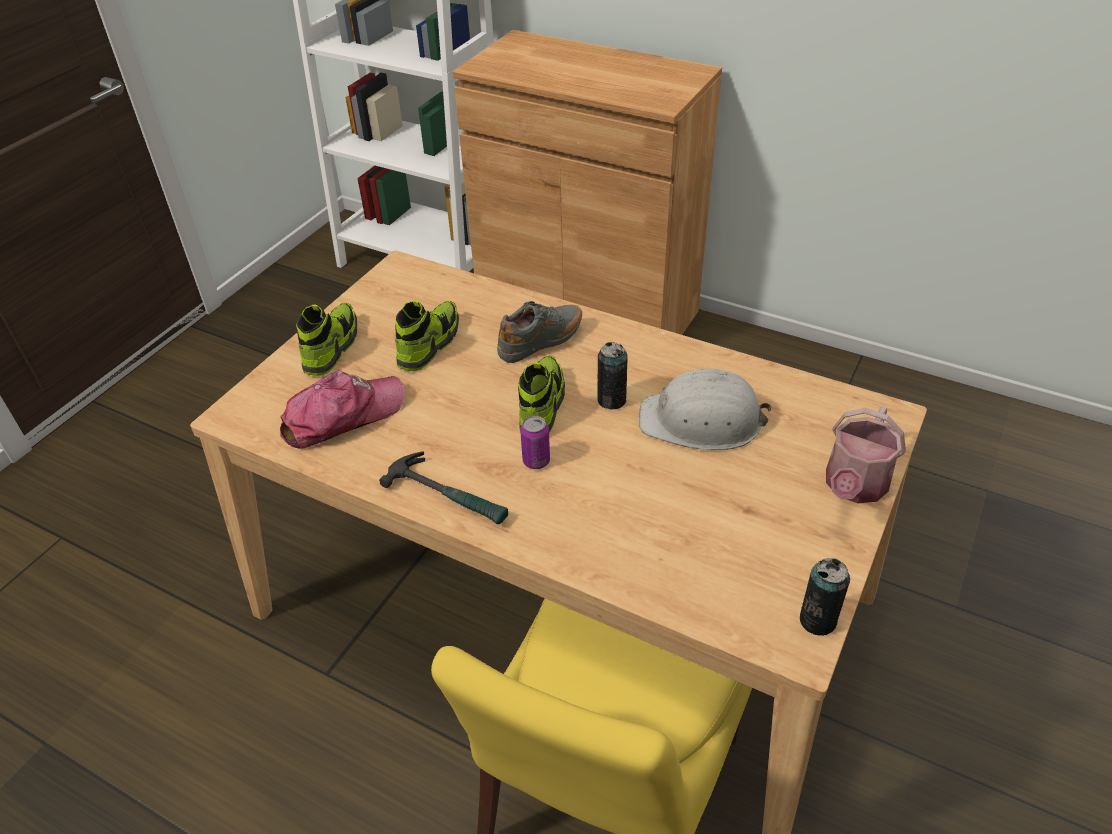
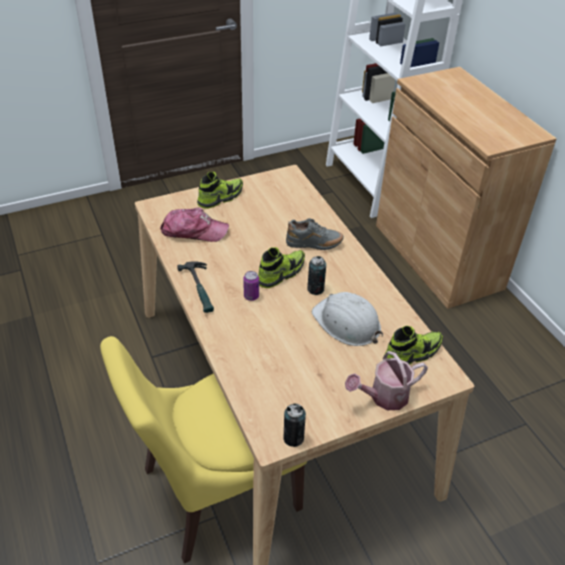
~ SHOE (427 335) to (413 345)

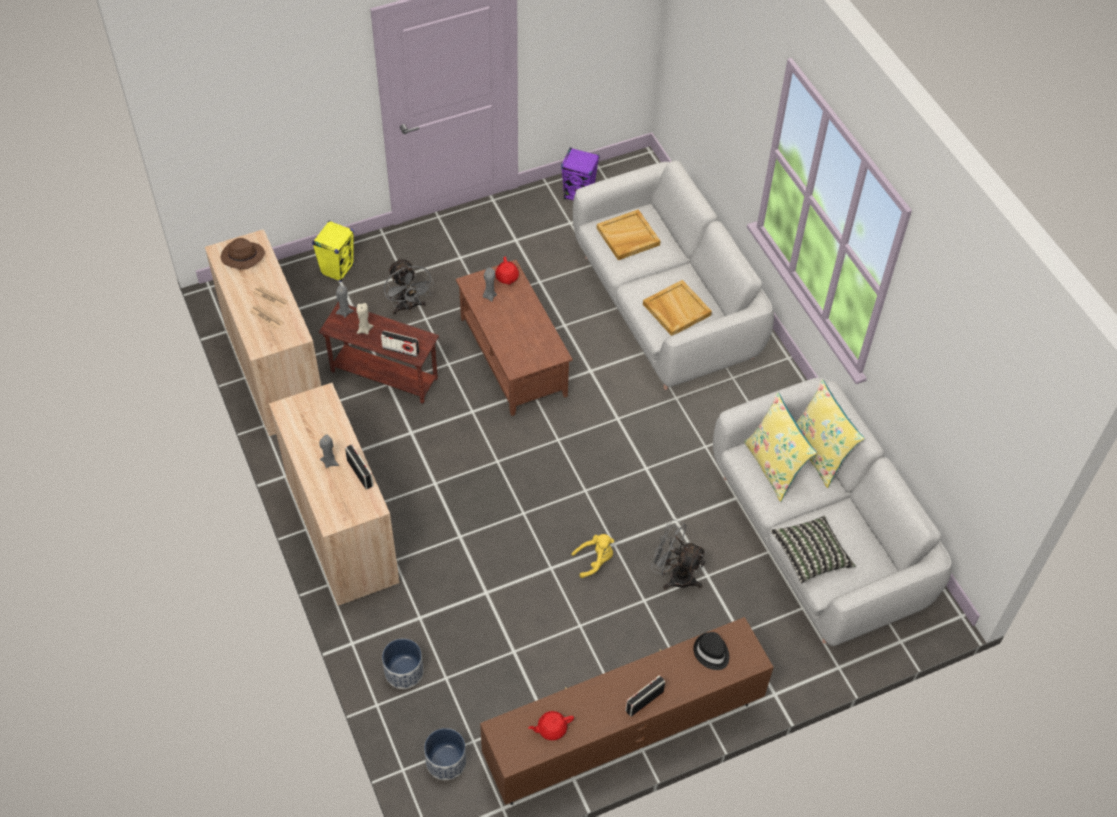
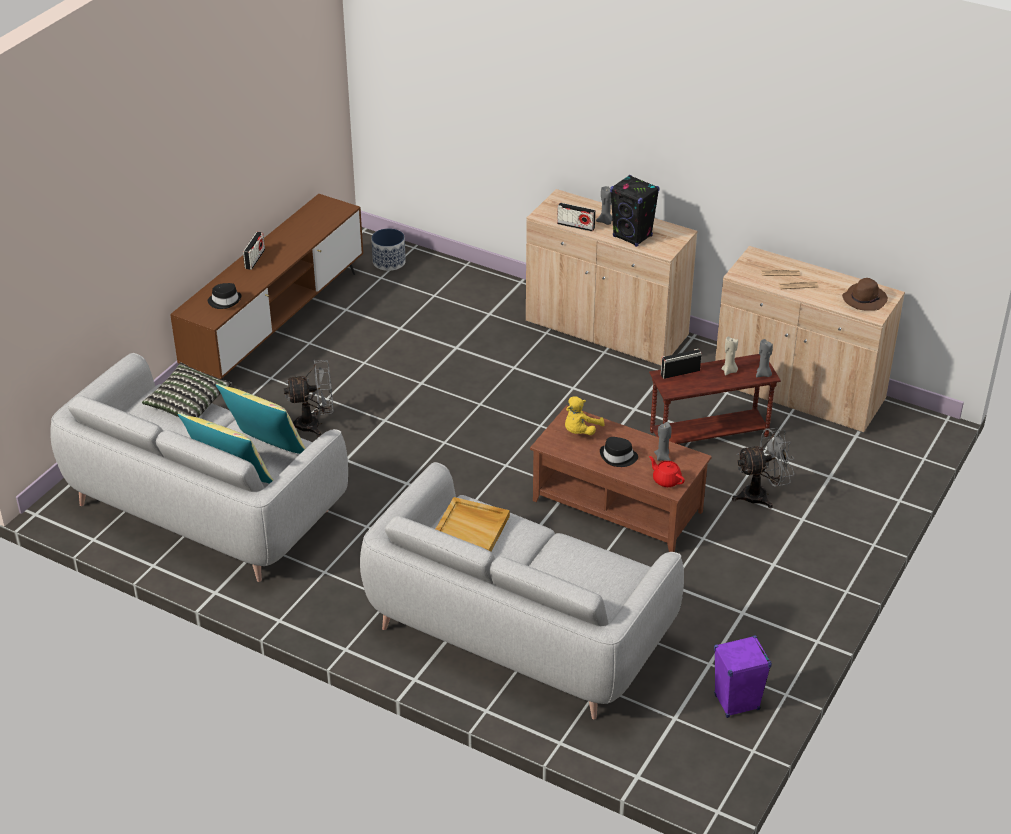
~ YELLOW PLUSH TOY (592 556) to (585 415)
+ BLACK HAT (619 452)
+ BLACK SPEAKER (634 211)
~ GREY FAN (409 286) = (763 468) 135 degrees clockwise
- YELLOW SPEAKER (333 251)
- PLANTER (403 663)
- RED TEAPOT (551 726)
- BEIGE TRAY (629 234)

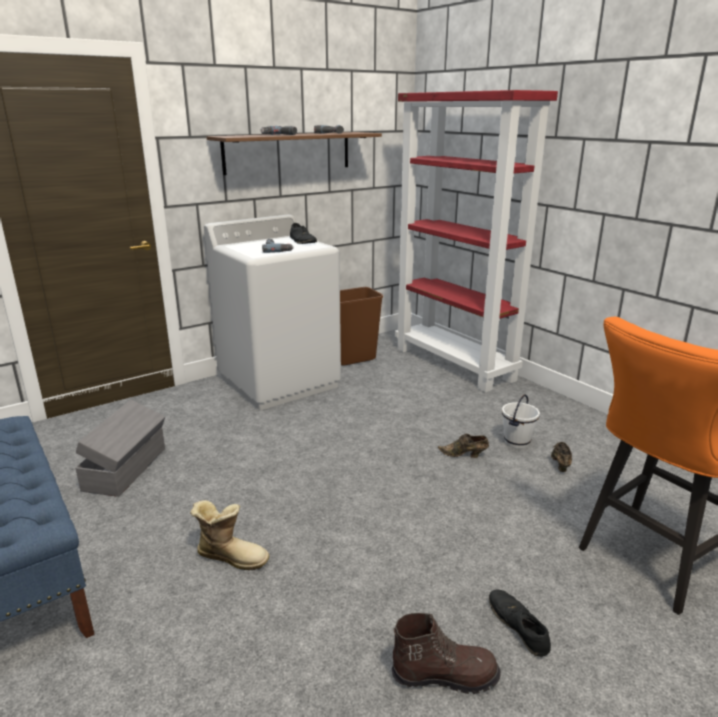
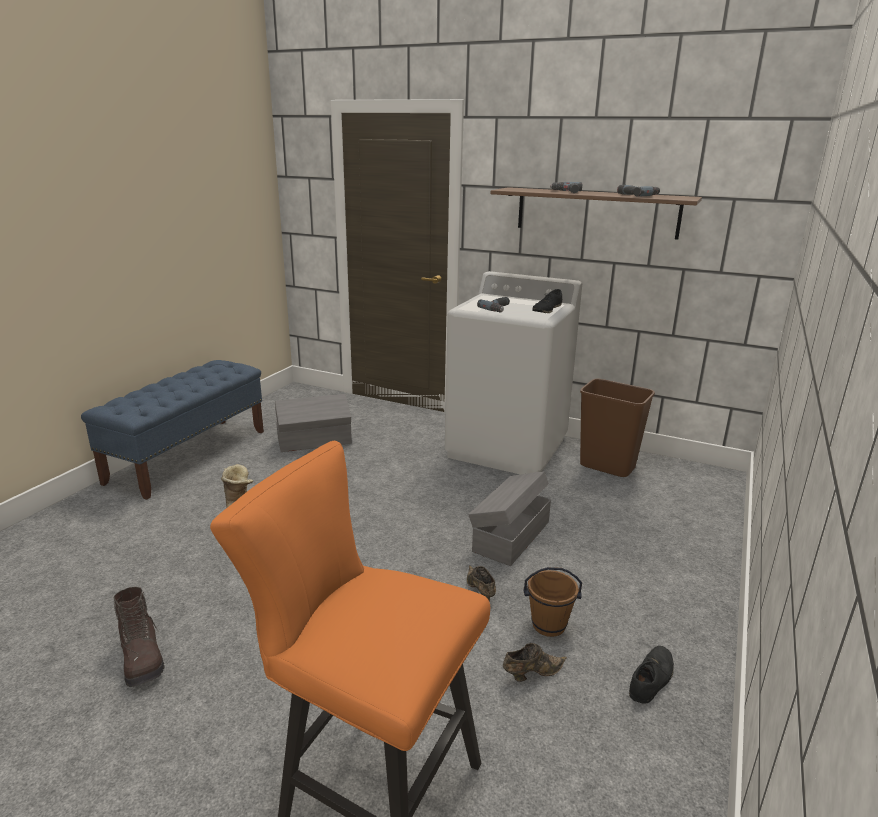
+ GREY STORAGE BOX (509 518)
~ WHITE BUCKET (521 421) to BROWN BUCKET (553 602)
~ BLACK SHOE (520 623) to (651 675)
- RED BOOKCASE (476 241)

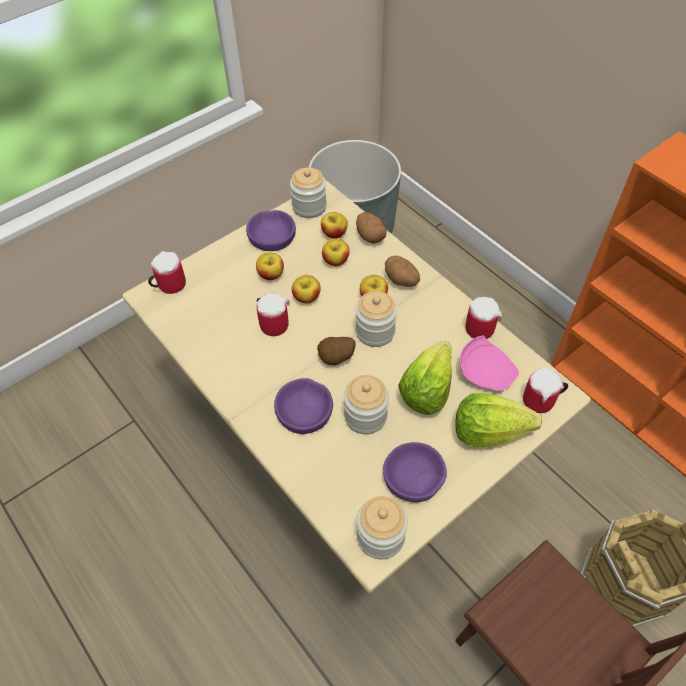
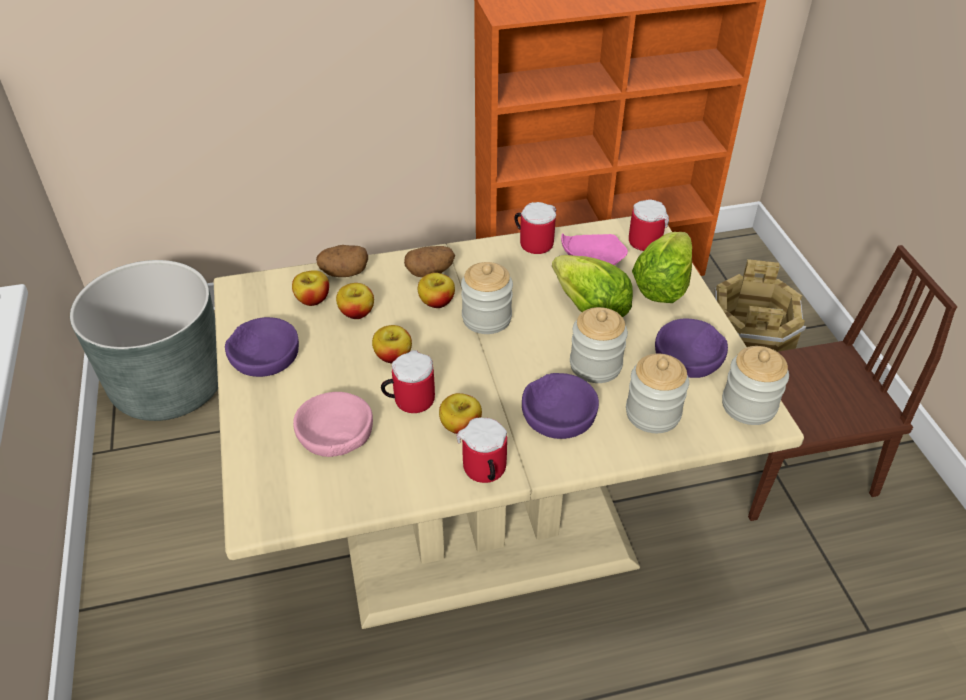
+ PINK BOWL (333 424)
~ APPLE (270 266) to (460 413)
~ MUG (167 272) to (482 450)
~ JAR (308 192) to (657 393)
- POTATO (336 351)

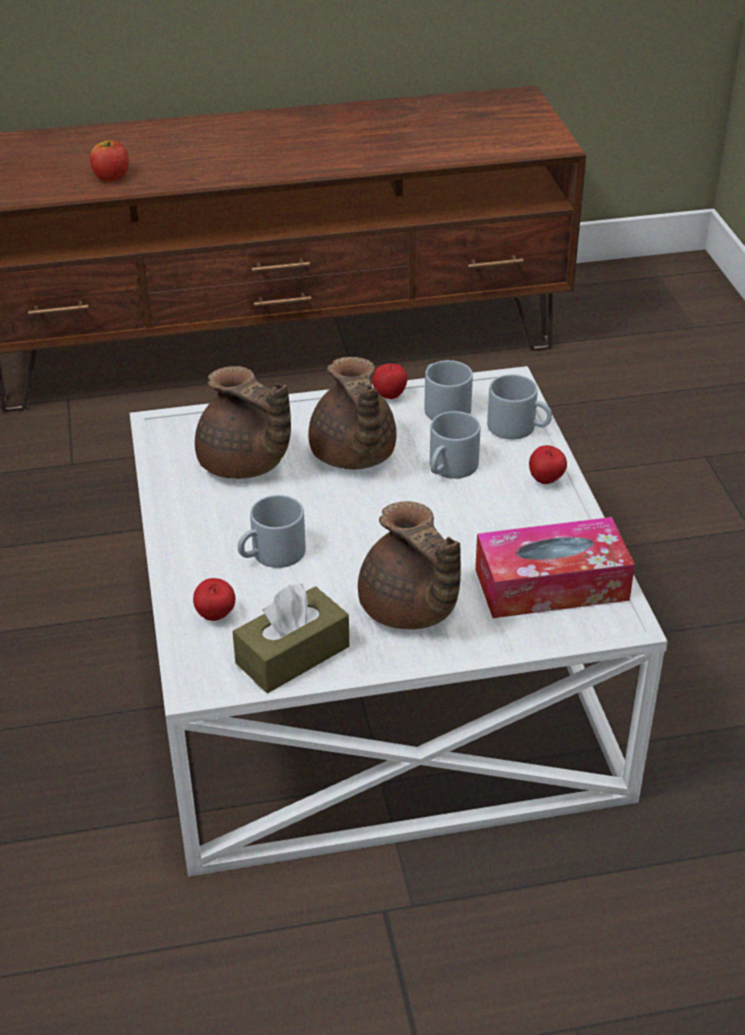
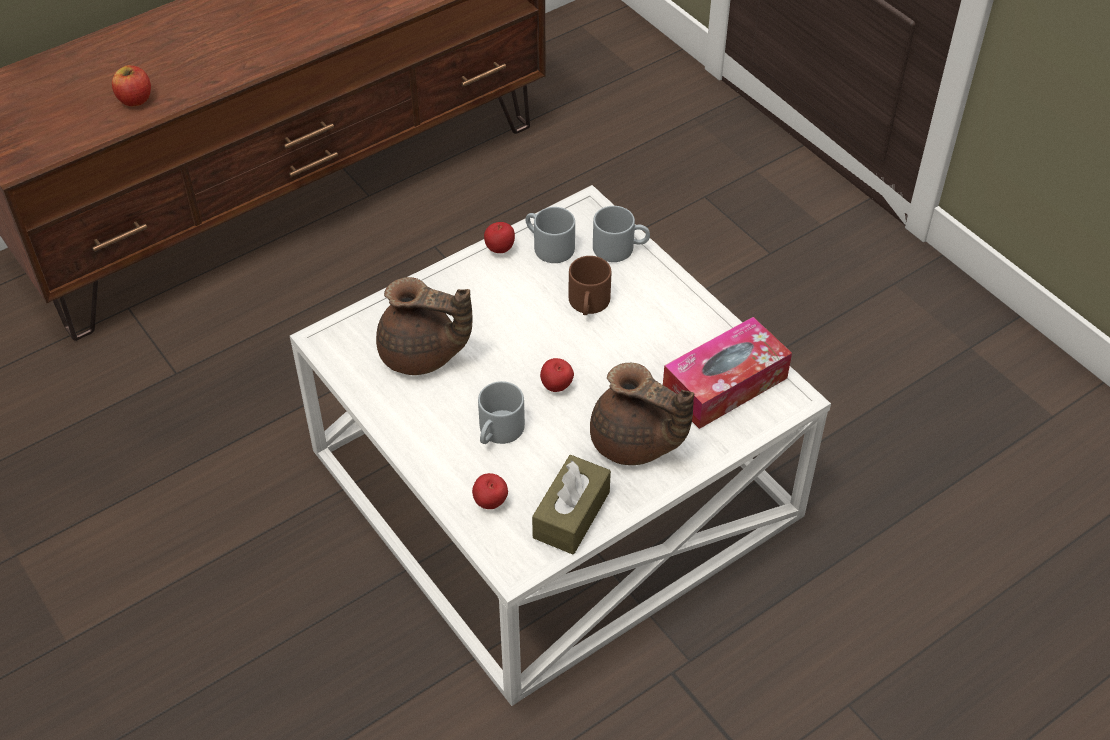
~ APPLE (548 464) to (557 375)
~ GREY MUG (455 445) to BROWN MUG (590 285)
- BROWN TEAPOT (352 413)

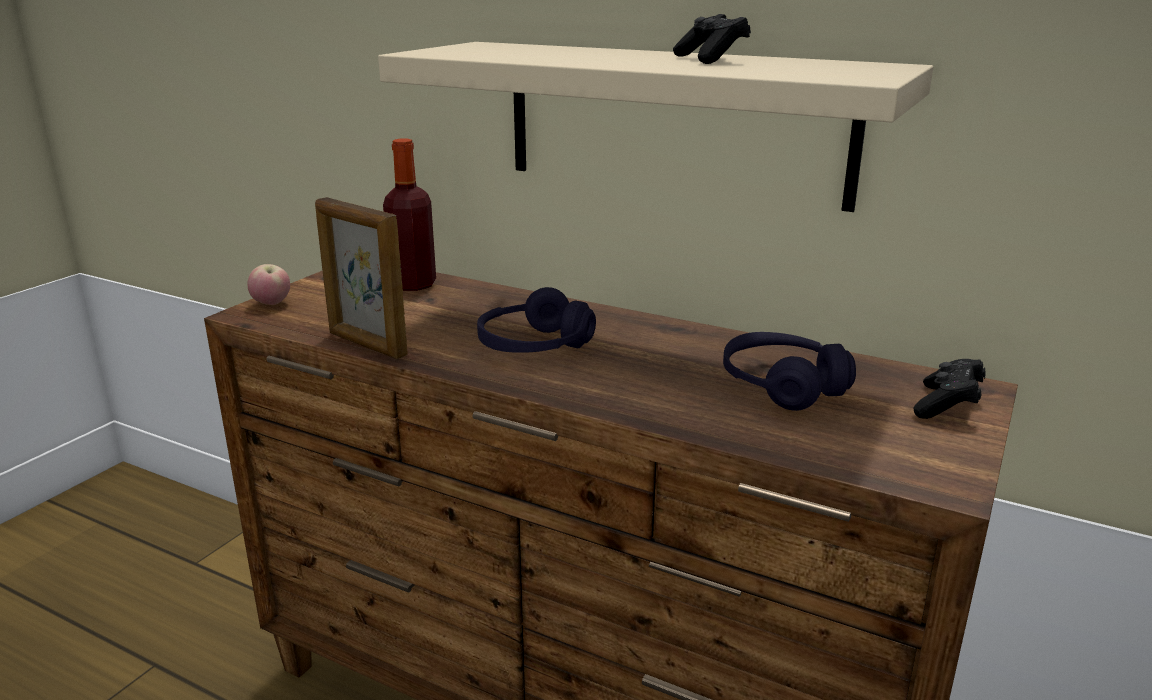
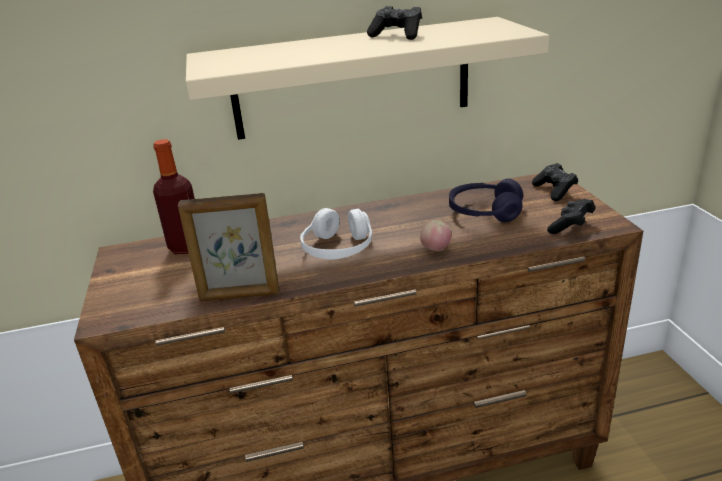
~ PURPLE HEADPHONES (536 320) to WHITE HEADPHONES (336 234)
~ APPLE (268 284) to (435 235)
+ BLACK GAME CONTROLLER (571 216)

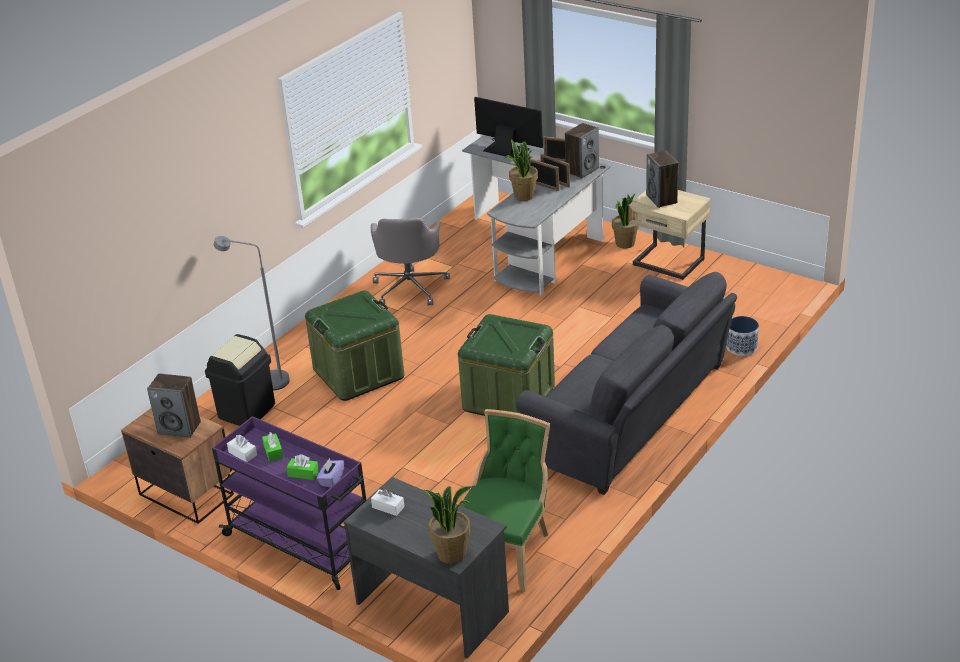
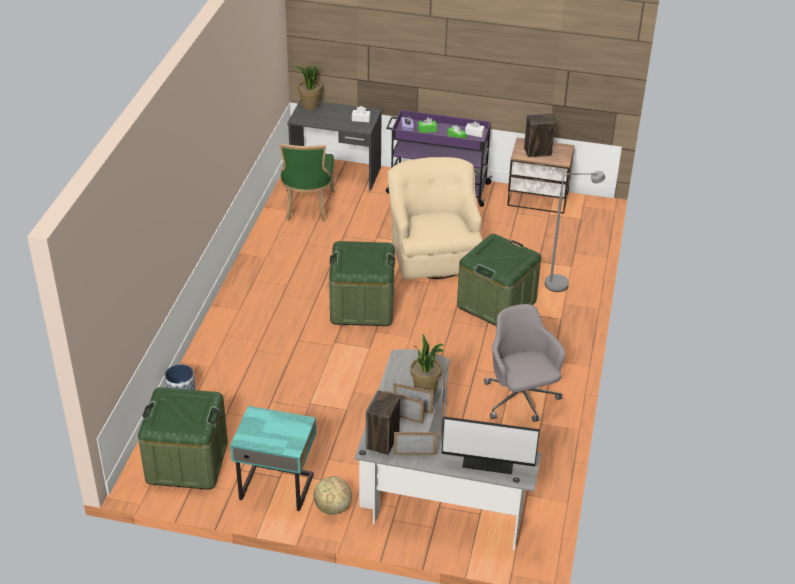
+ GREEN STORAGE BOX (183 438)
~ BEIGE NIGHTSTAND (669 235) to TURQUOISE NIGHTSTAND (273 458)
~ POTTED PLANT (625 220) to GLOBE (333 495)
+ BEIGE ARMCHAIR (435 218)
- BLACK TRASH CAN (240 380)
- GREY SOFA (626 383)
- SPEAKER (662 179)

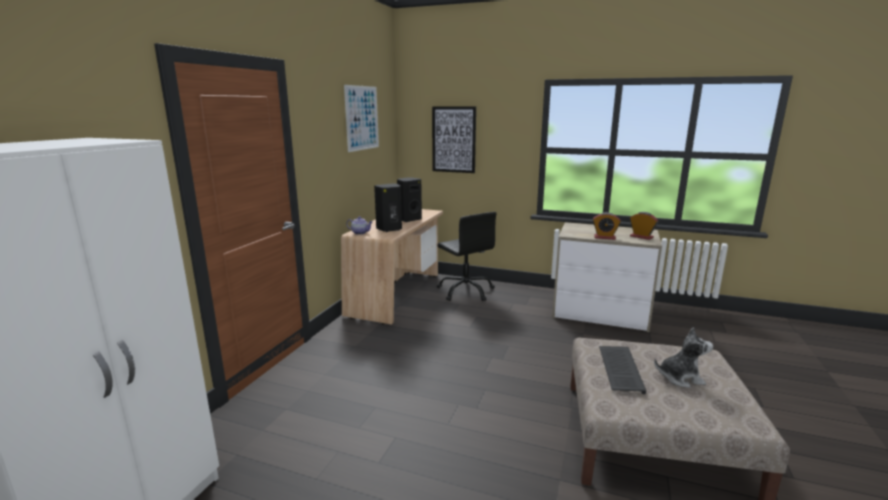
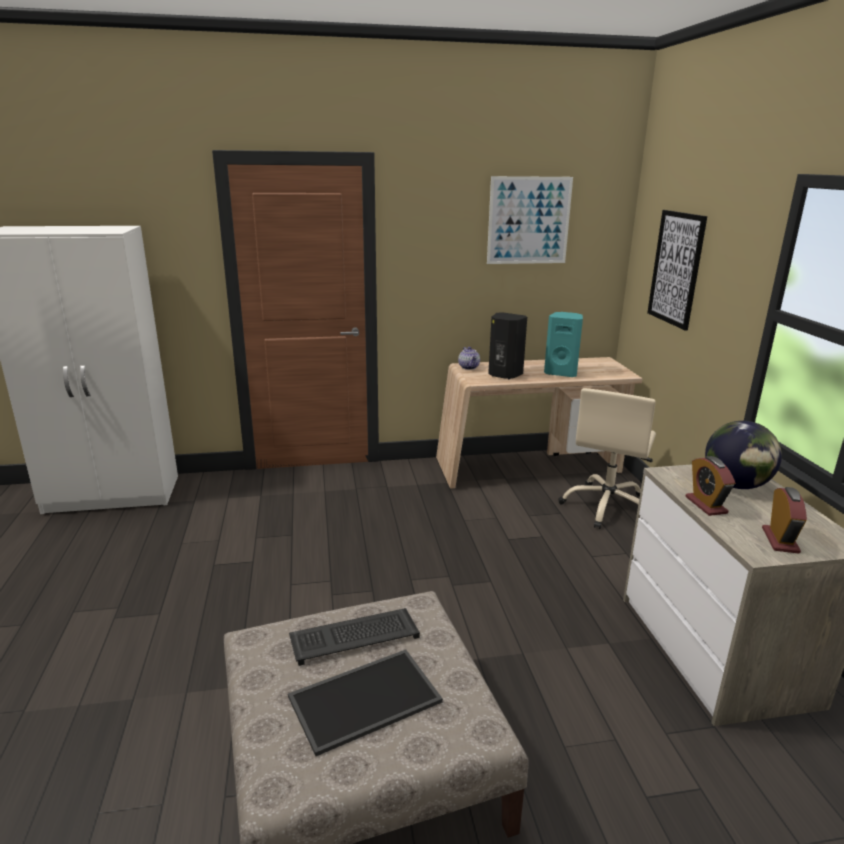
~ PLUSH TOY (683 358) to TRAY (365 703)
~ BLACK SPEAKER (409 200) to TURQUOISE SPEAKER (563 344)
~ BLACK OFFICE CHAIR (467 256) to BEIGE OFFICE CHAIR (607 458)
+ GLOBE (743 455)

